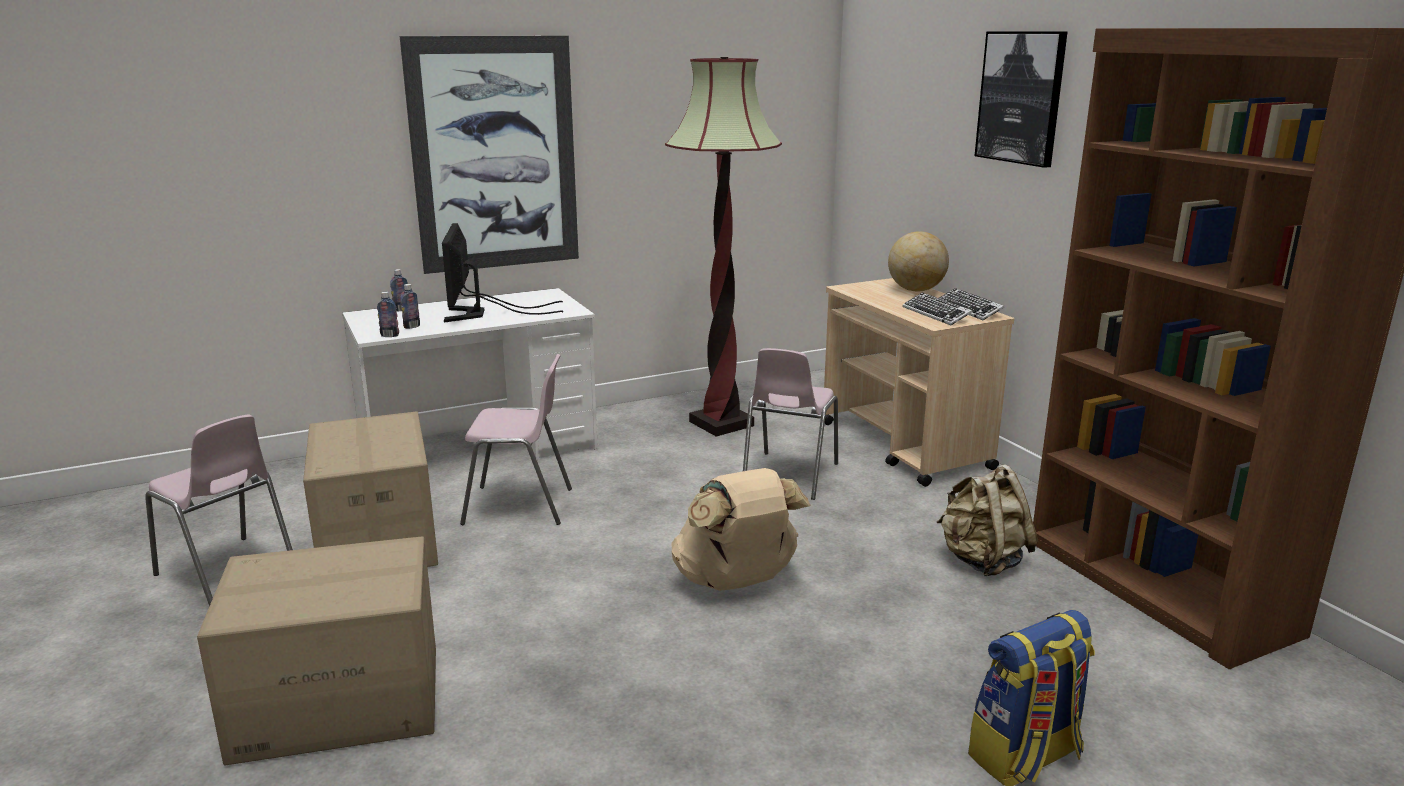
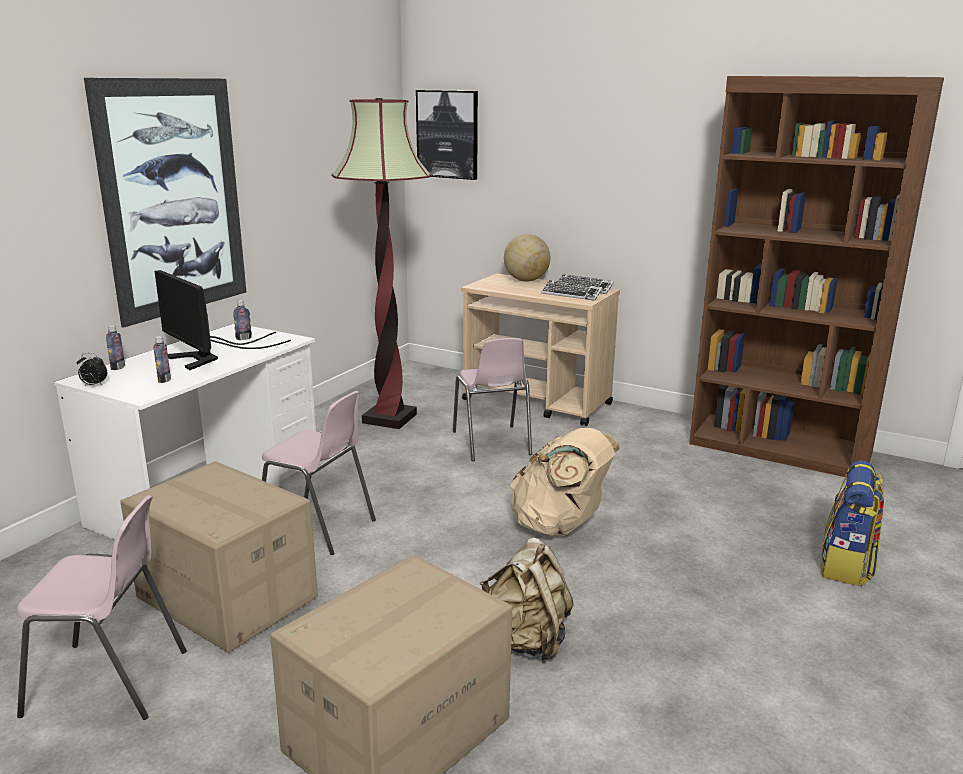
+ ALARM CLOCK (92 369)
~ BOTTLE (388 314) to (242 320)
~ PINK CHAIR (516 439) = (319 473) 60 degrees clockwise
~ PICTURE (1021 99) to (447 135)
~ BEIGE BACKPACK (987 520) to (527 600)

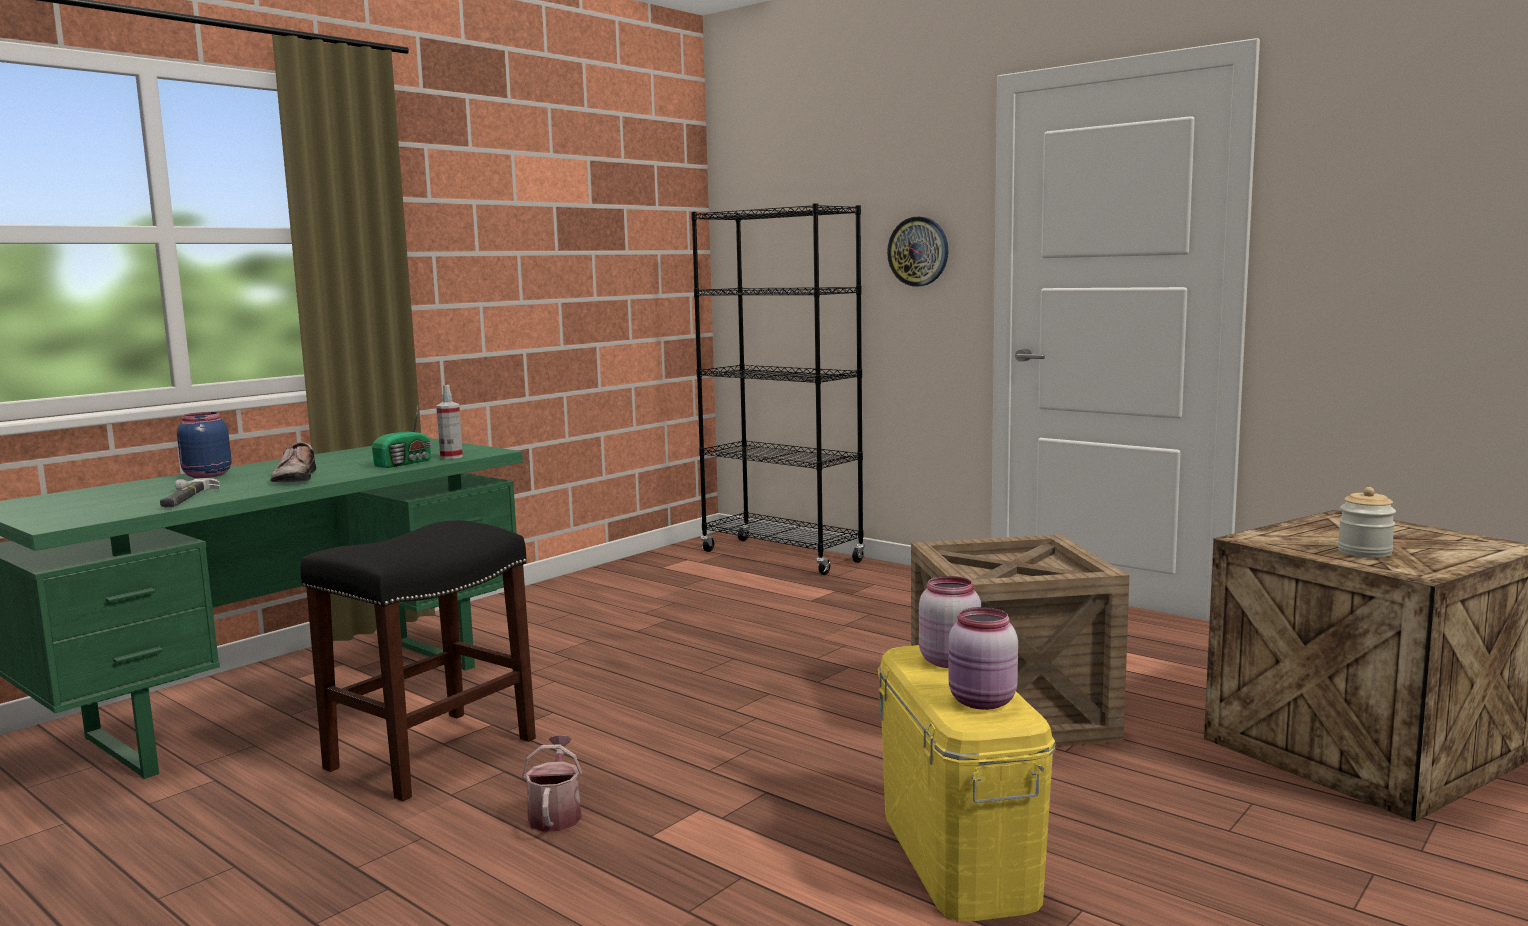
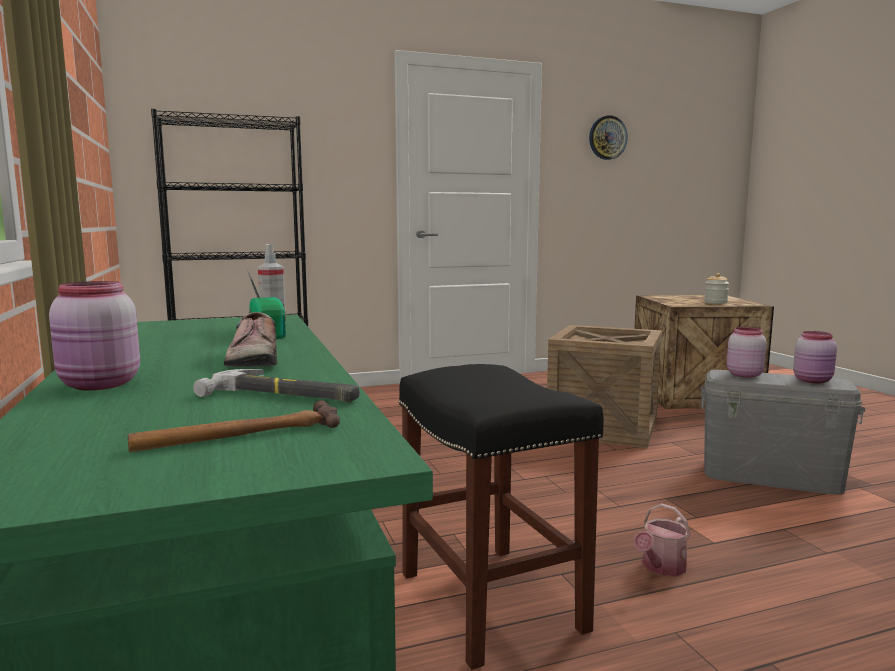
~ BLUE JAR (204 445) to PINK JAR (94 335)
+ HAMMER (234 426)
~ SHOE (293 462) = (251 339) 60 degrees clockwise
~ WALL CLOCK (917 251) to (608 137)
~ WATERING CAN (552 783) = (662 539) 75 degrees counterclockwise
~ YELLOW STORAGE BOX (967 783) to GREY STORAGE BOX (783 432)

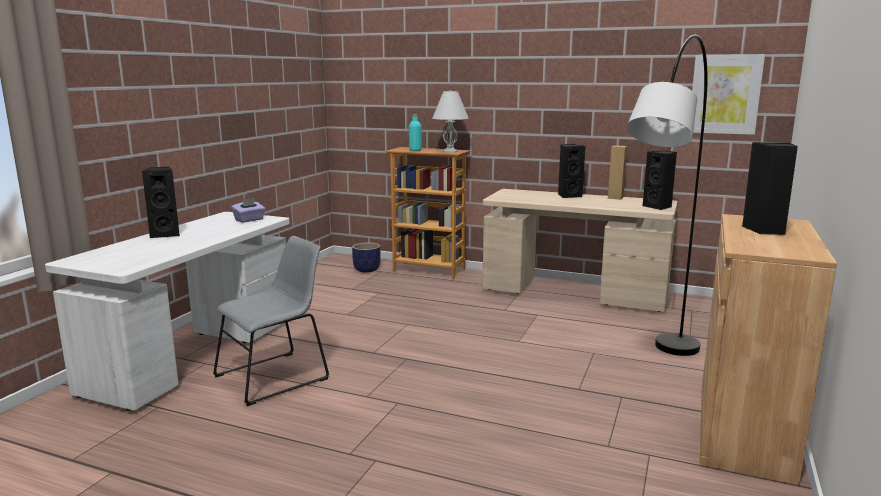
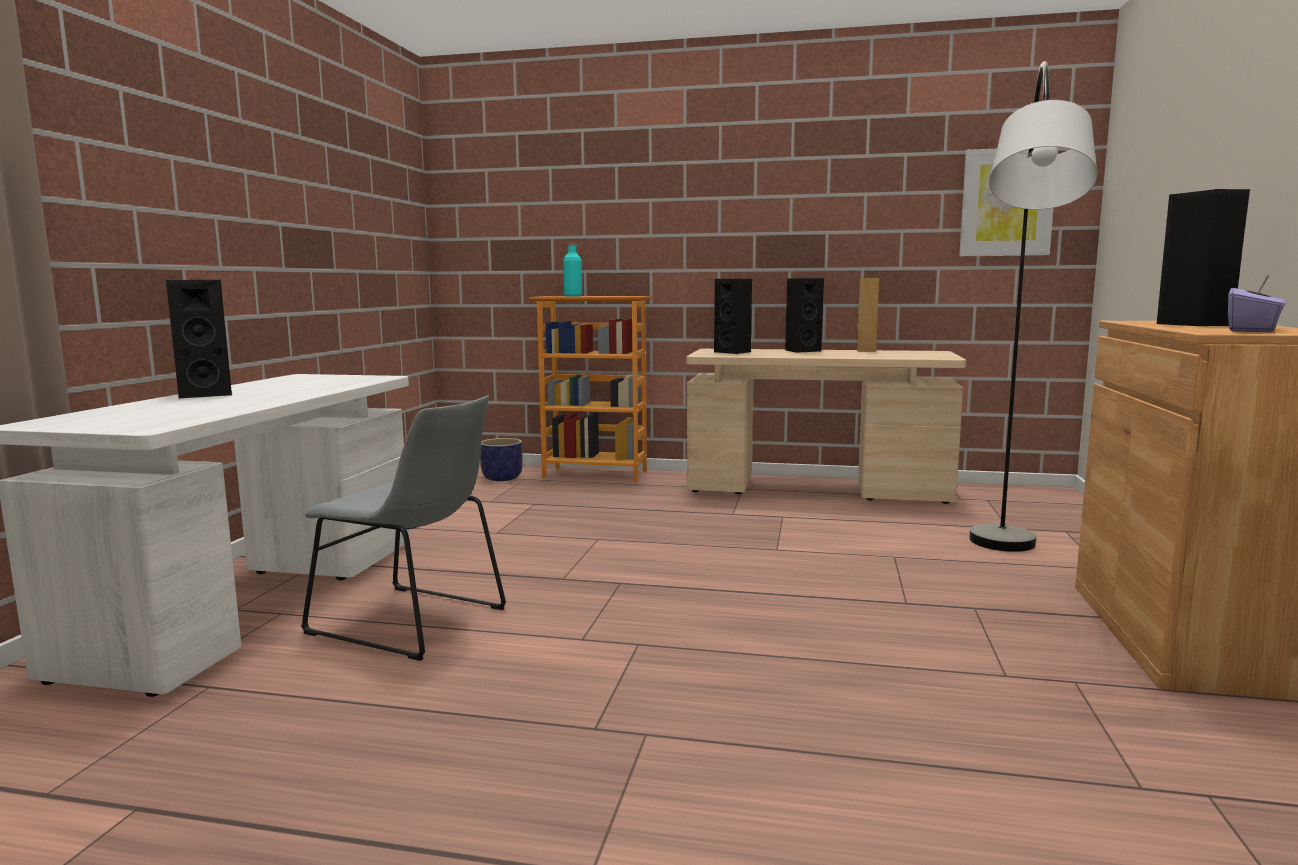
~ GREY CHAIR (271 321) = (403 528) 75 degrees clockwise
~ BLACK SPEAKER (660 180) to (733 316)
~ PURPLE TISSUE BOX (248 210) to (1257 303)
- WHITE TABLE LAMP (450 121)

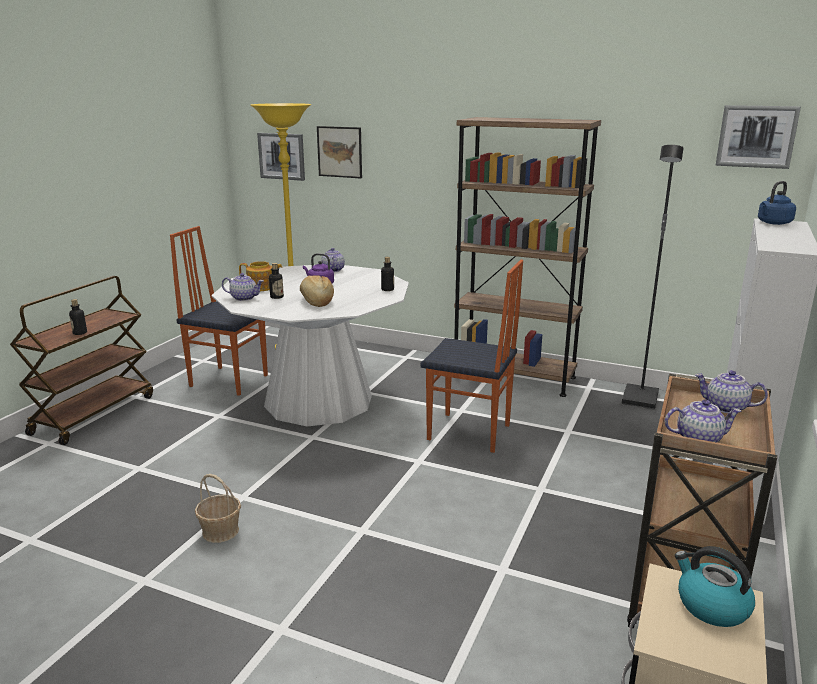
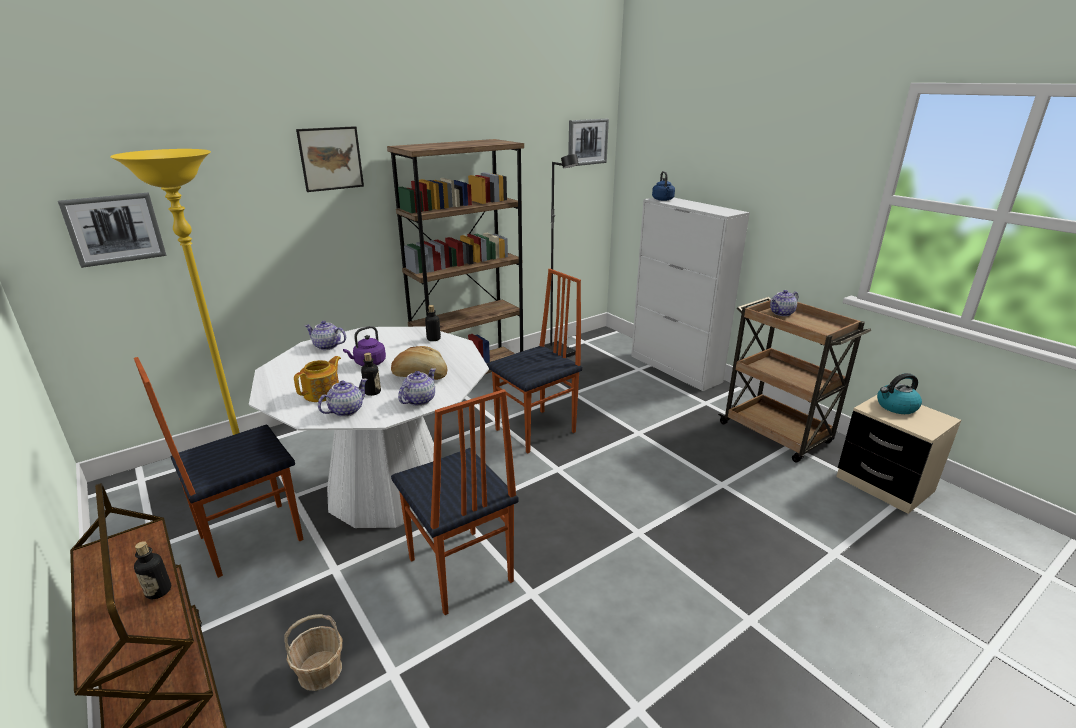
~ BASKET (218 508) to (313 652)
~ PICTURE (339 152) to (330 159)
+ CHAIR (455 502)
~ TEAPOT (703 420) to (417 387)

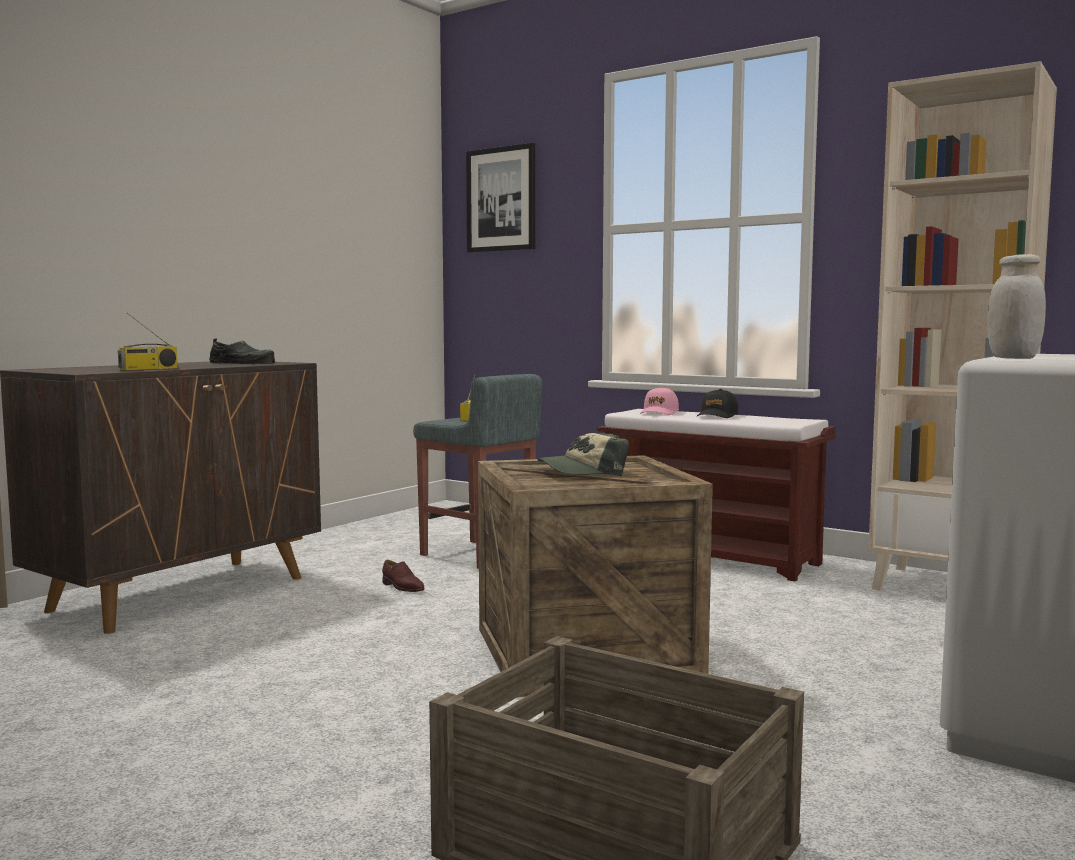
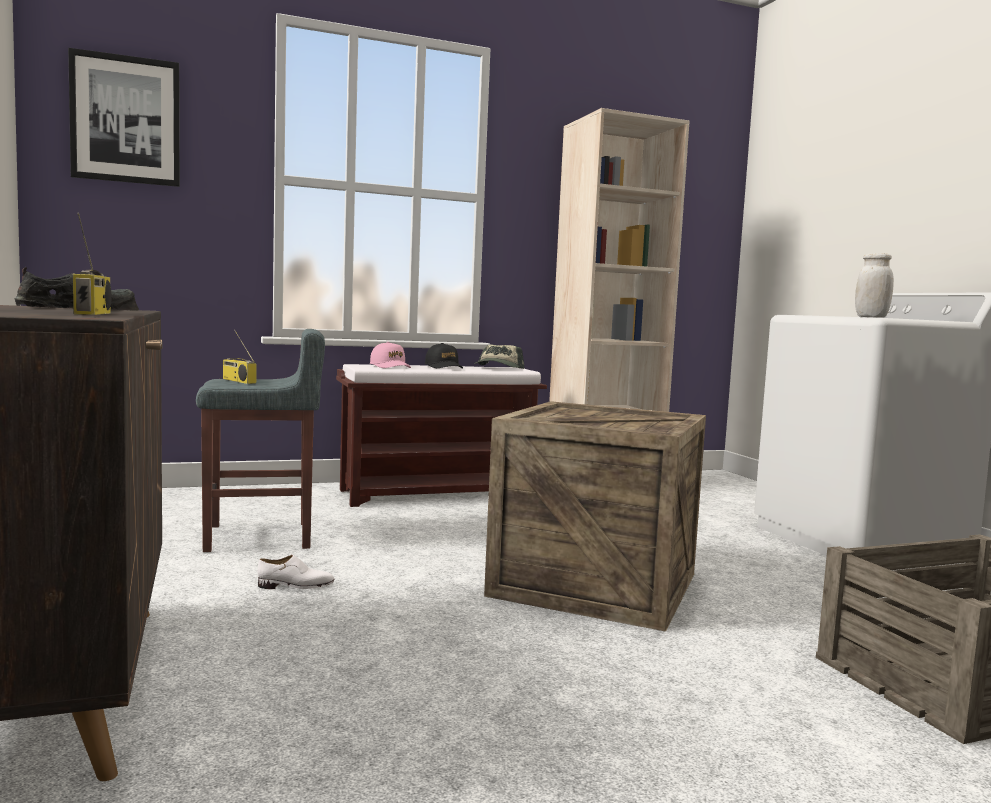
~ BROWN SHOE (403 576) to WHITE SHOE (296 572)
~ CAP (583 454) to (499 357)

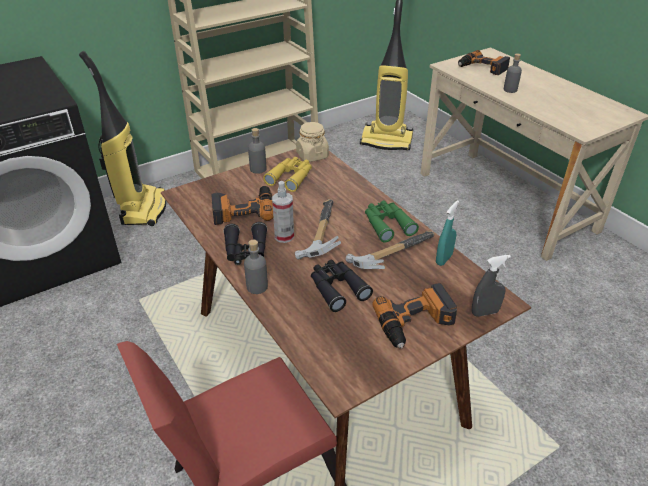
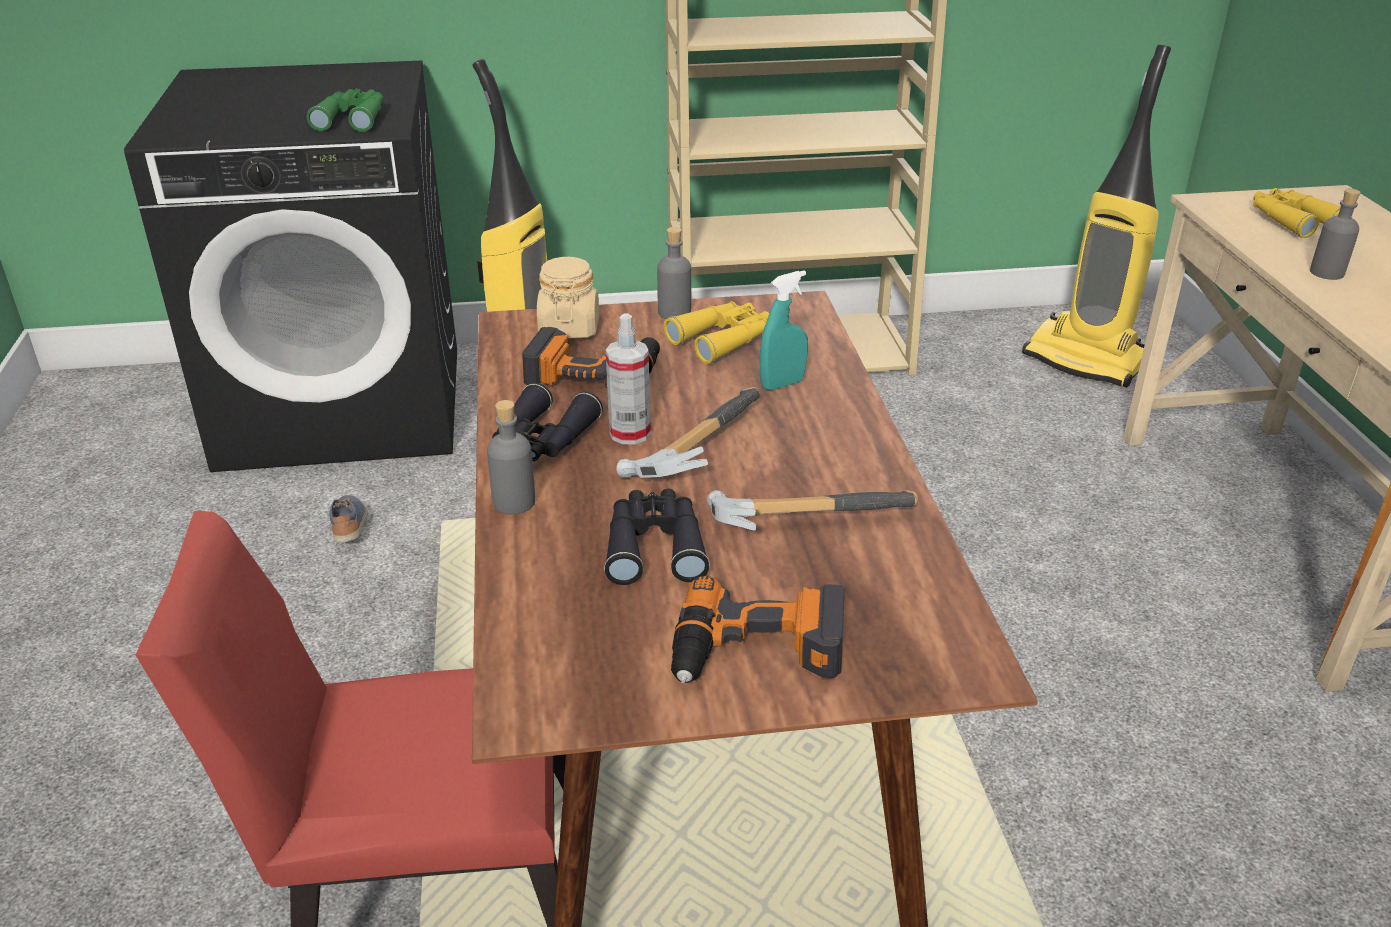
~ GREEN BINOCULARS (392 221) to (345 110)
+ SHOE (348 519)
~ BEIGE JAR (312 142) to (568 298)
~ TURQUOISE SPRAY BOTTLE (447 233) to (784 330)
~ POWER DRILL (484 62) to YELLOW BINOCULARS (1297 213)
- GREY SPRAY BOTTLE (491 286)

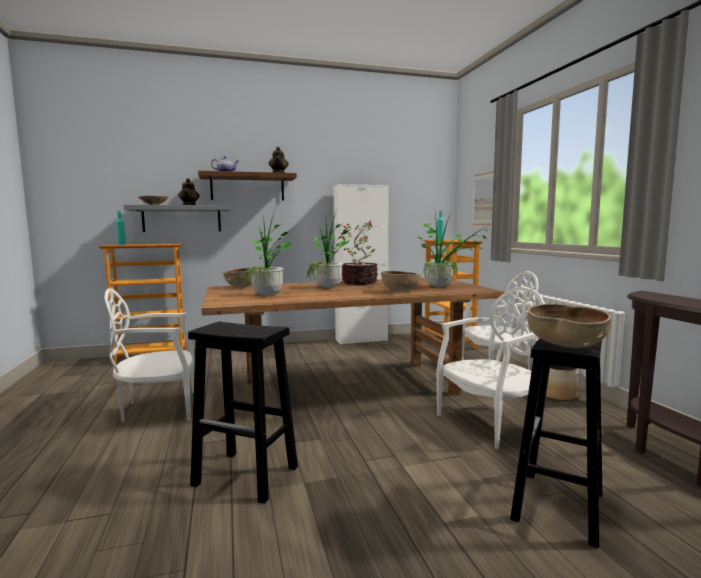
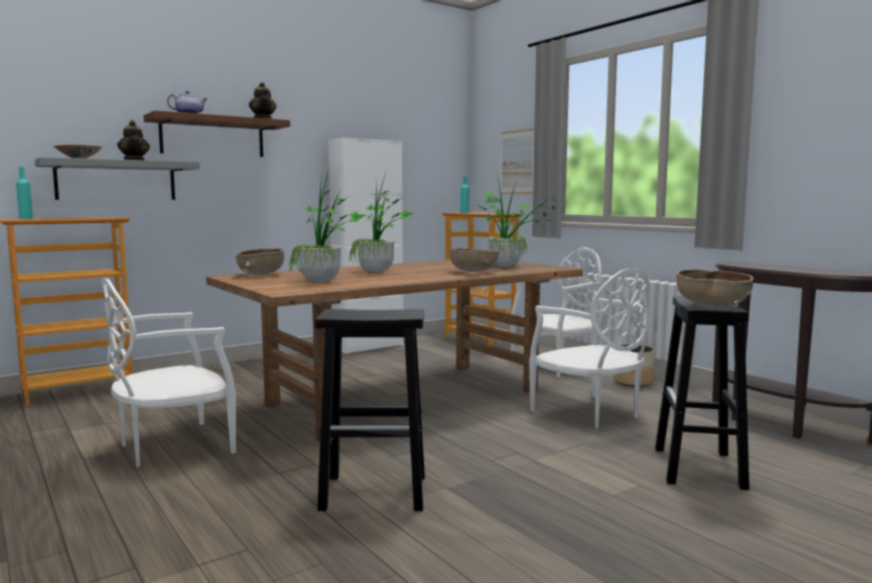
~ WHITE CHAIR (490 368) = (589 348) 105 degrees clockwise
- POTTED PLANT (359 253)

